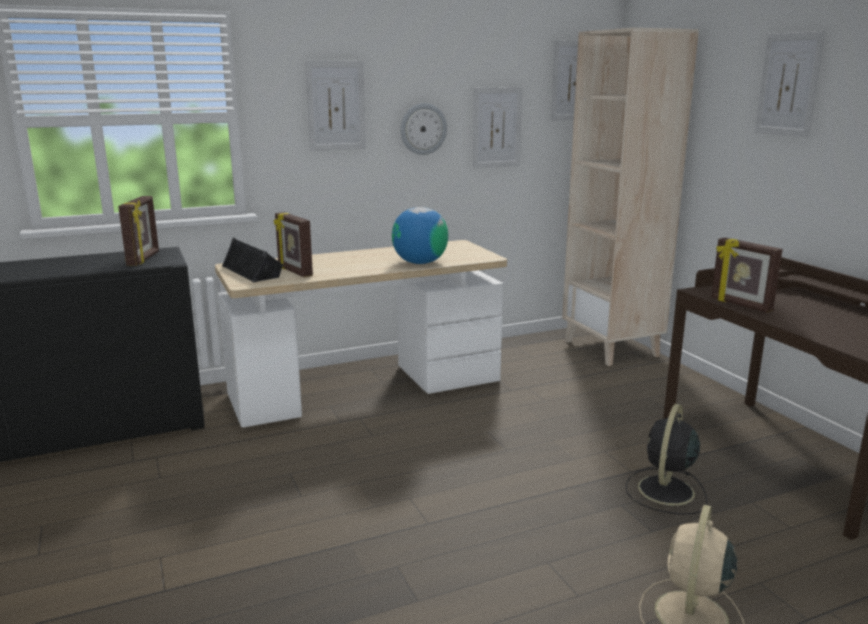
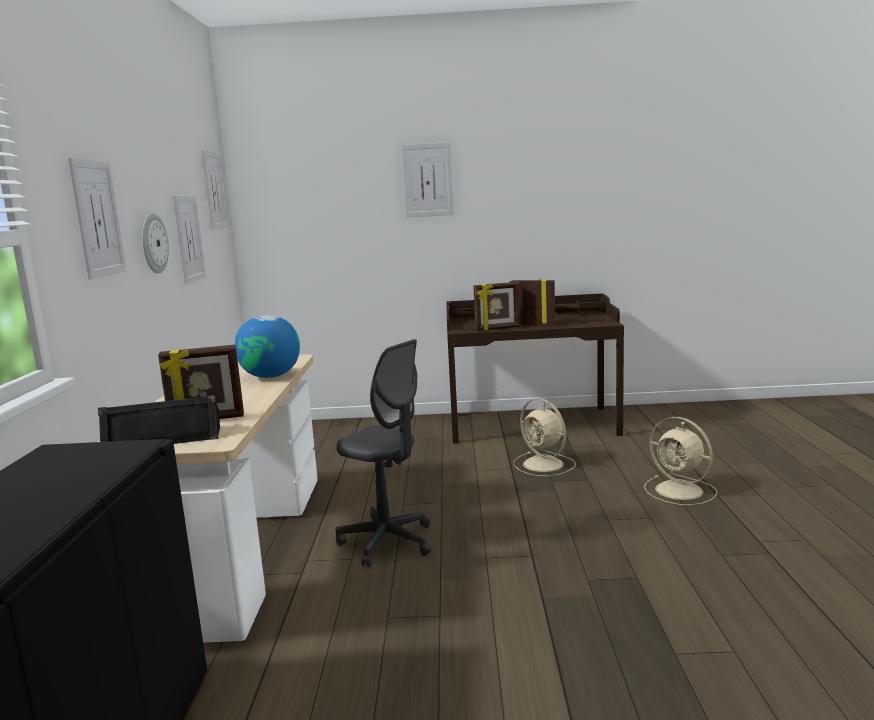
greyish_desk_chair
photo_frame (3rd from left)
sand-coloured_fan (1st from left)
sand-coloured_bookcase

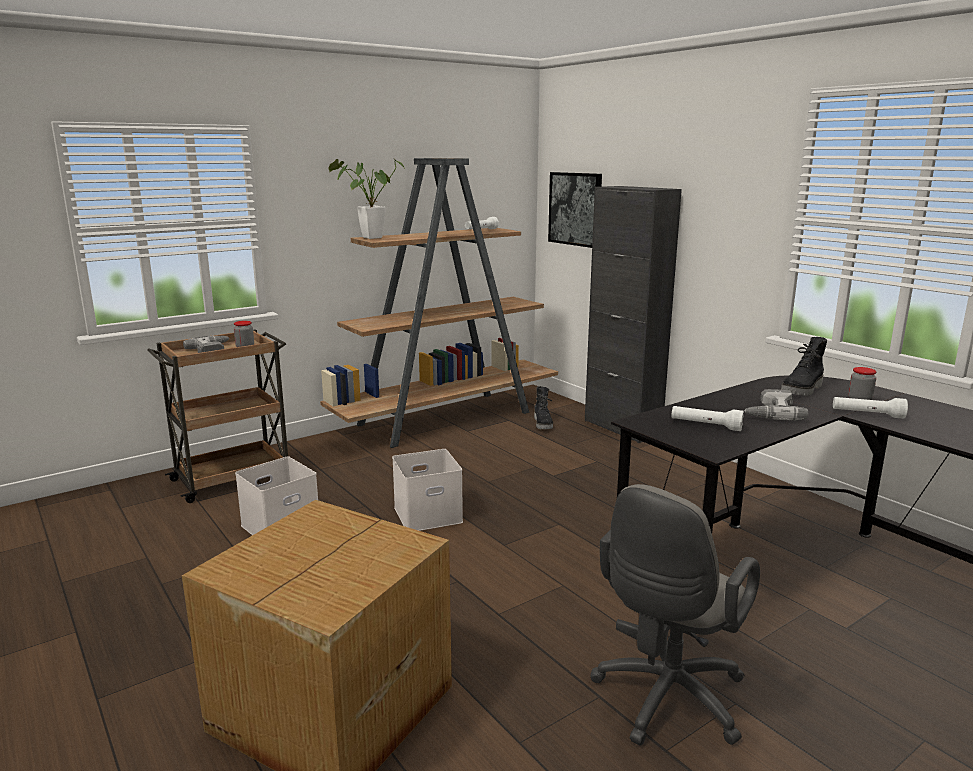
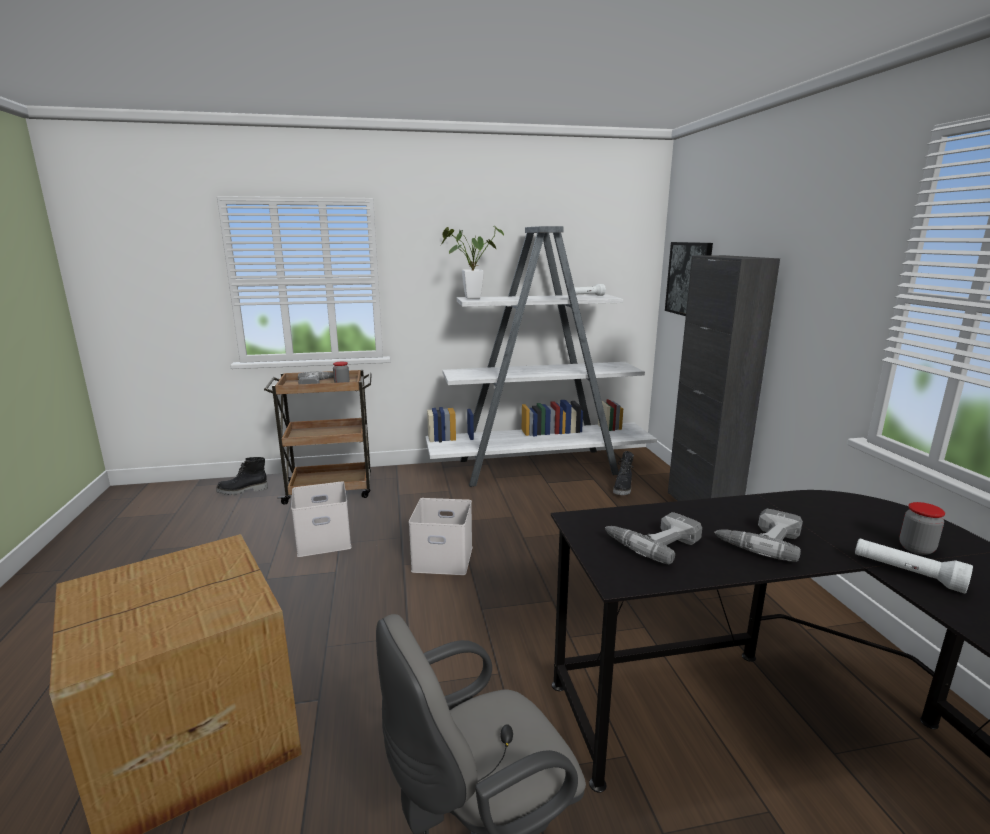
black_high-top_boot (1st from left)
white_bookcase
power_drill (2nd from left)

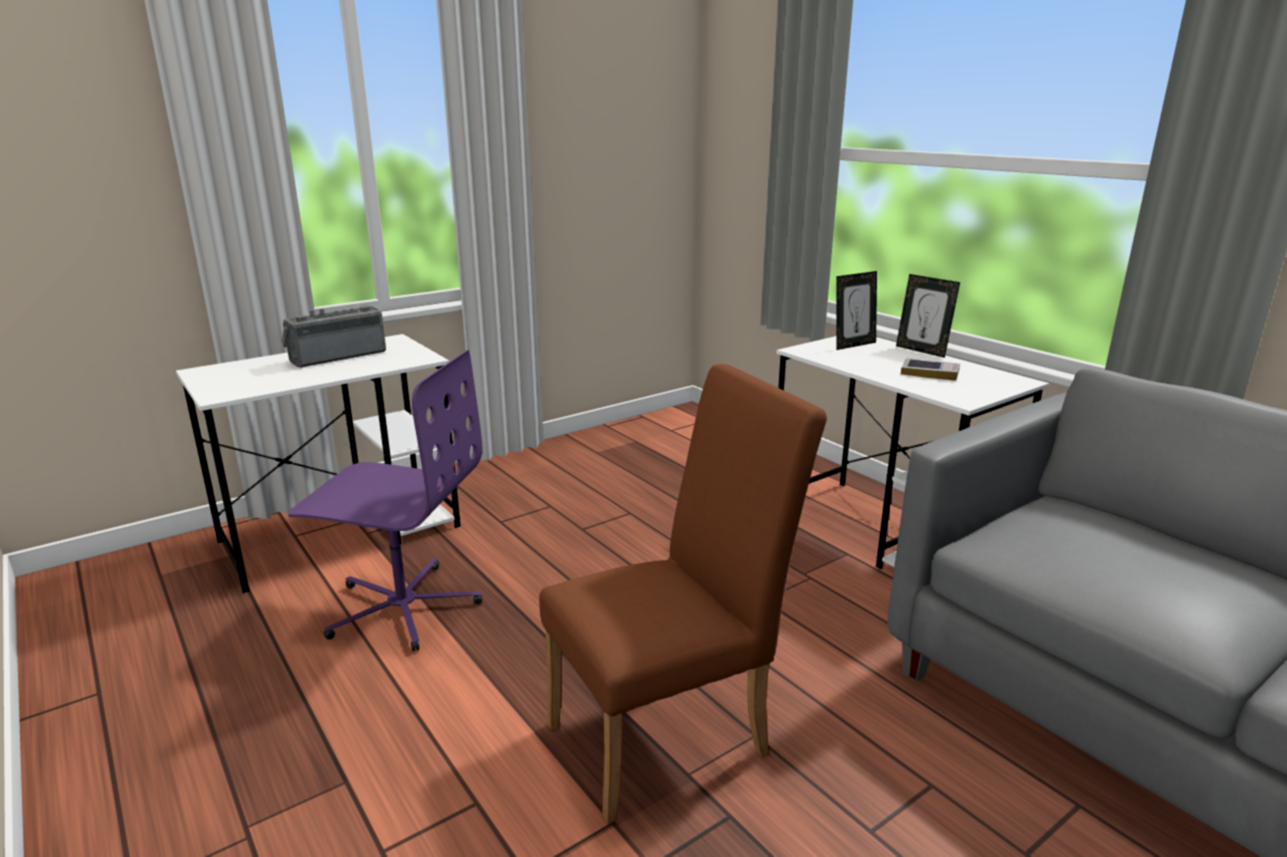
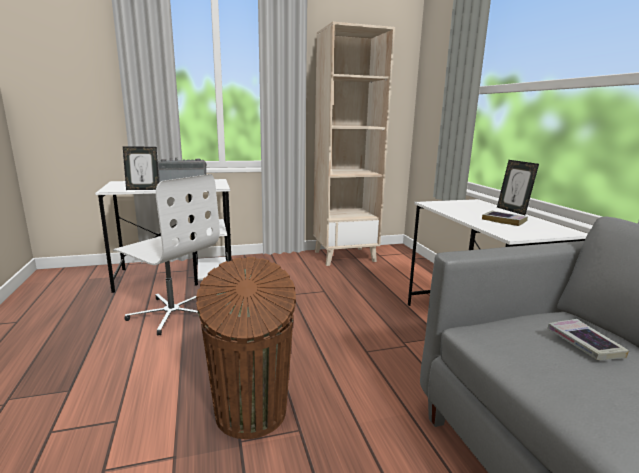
white_desk_chair
photo_frame (1st from left)
brown-coloured_rubbish_bin
sand-coloured_bookcase
book (2nd from left)

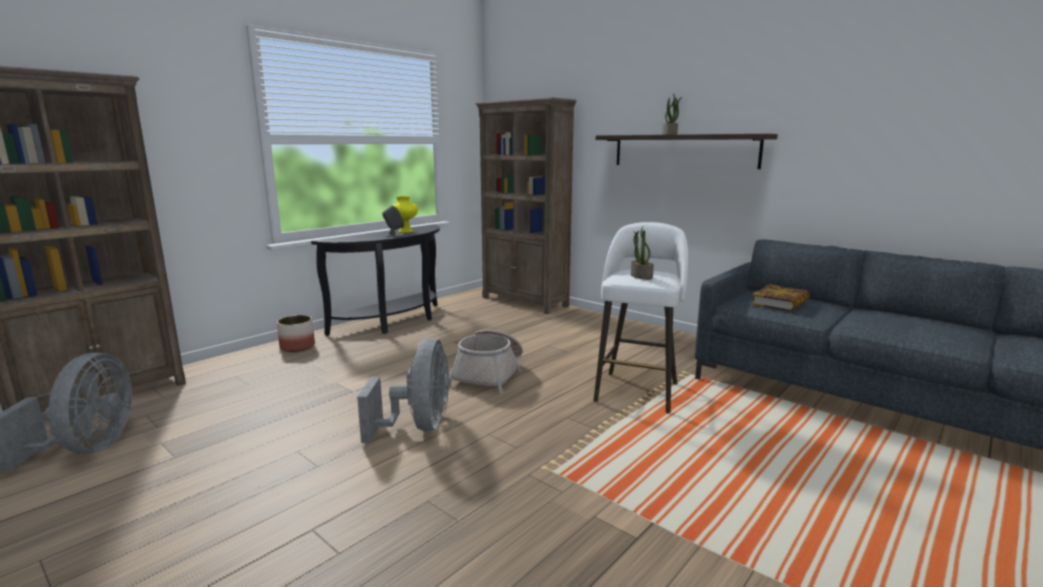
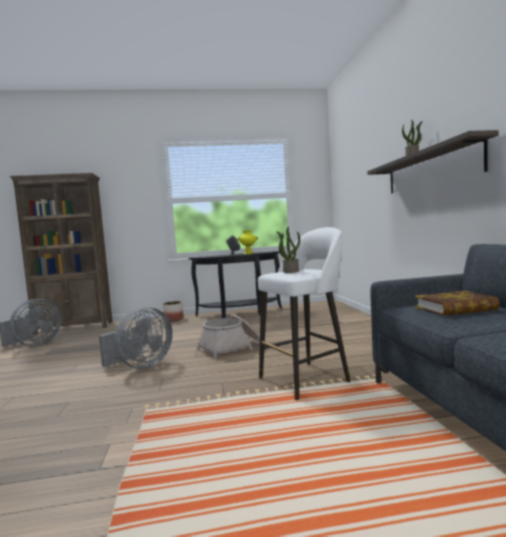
brown-coloured_bookcase (2nd from left in the first image)

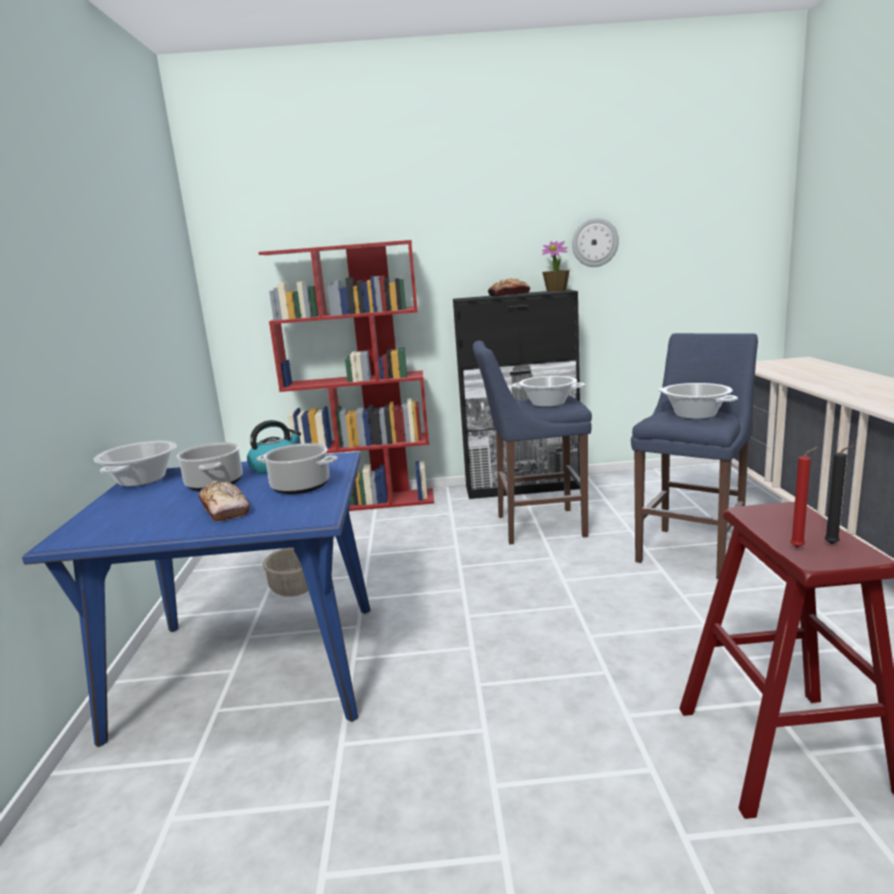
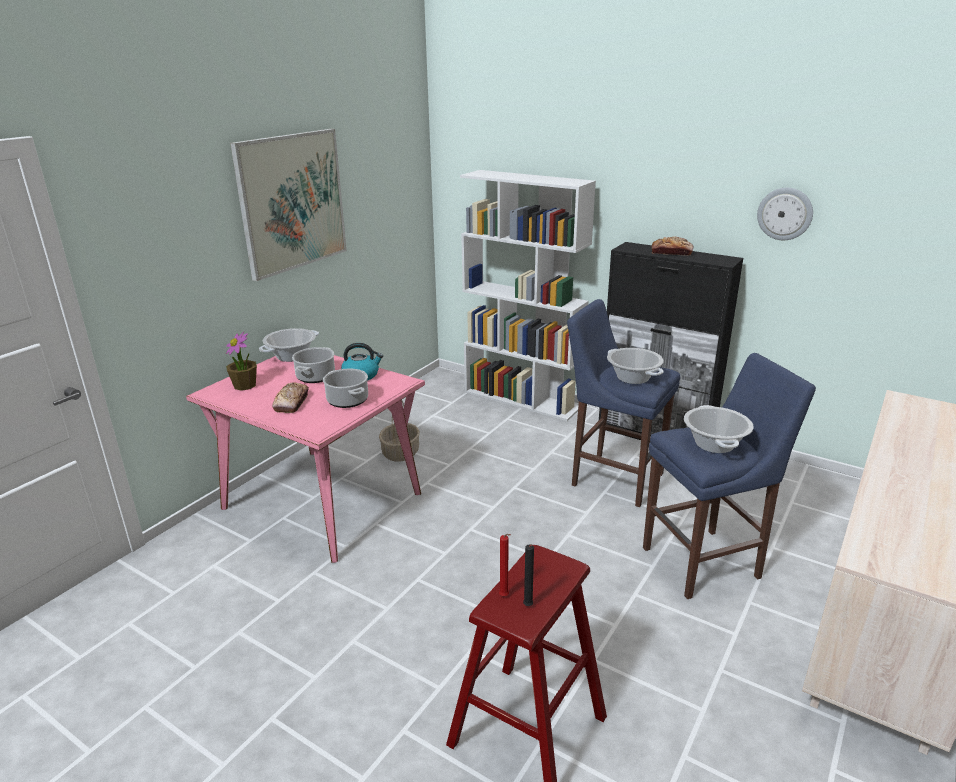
pink-coloured_kitchen_table
potted_plant
wall_picture
white_bookcase

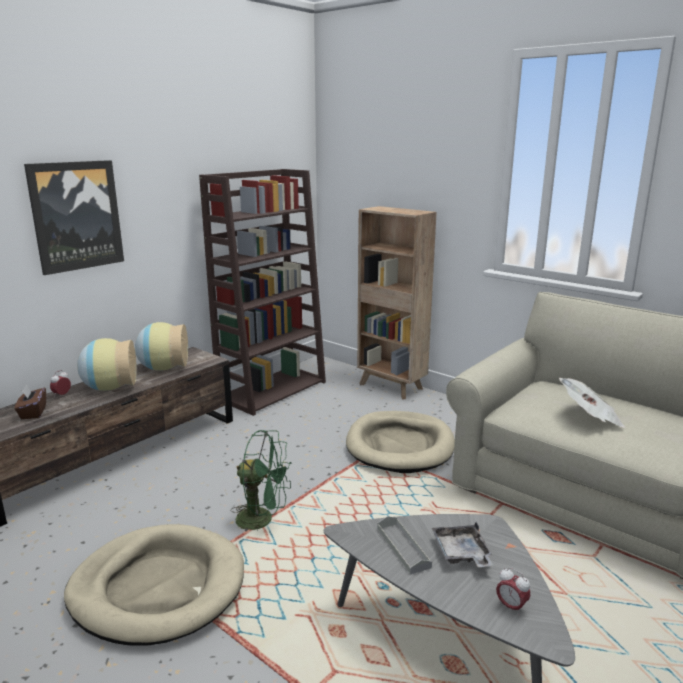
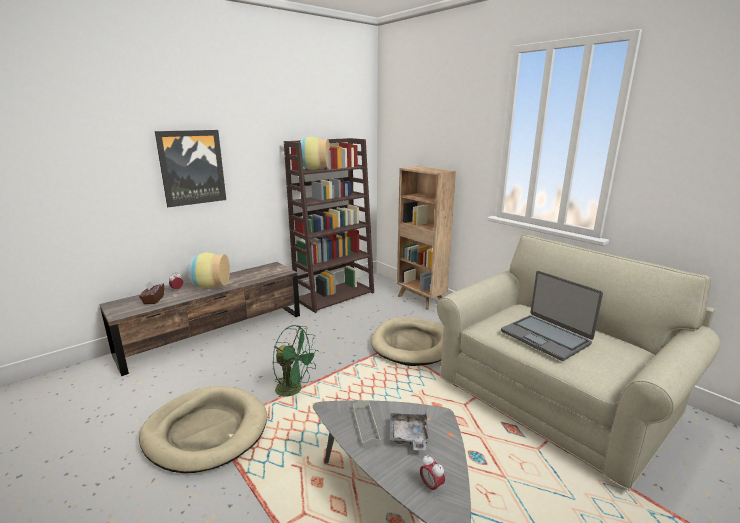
decorative_vase (2nd from left)
portable_computer

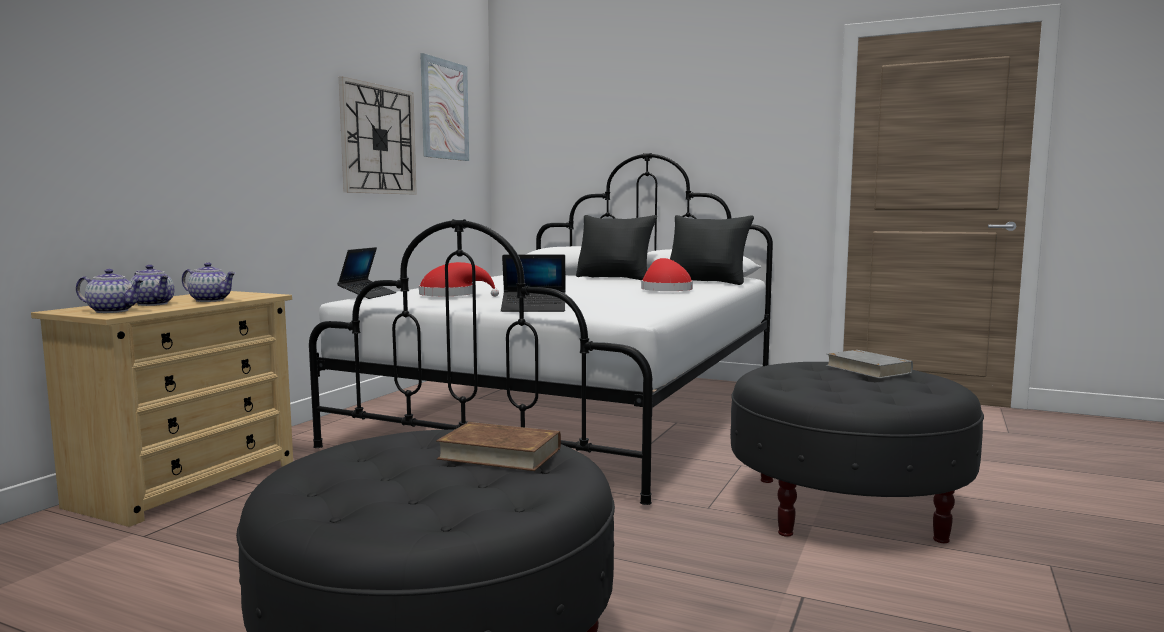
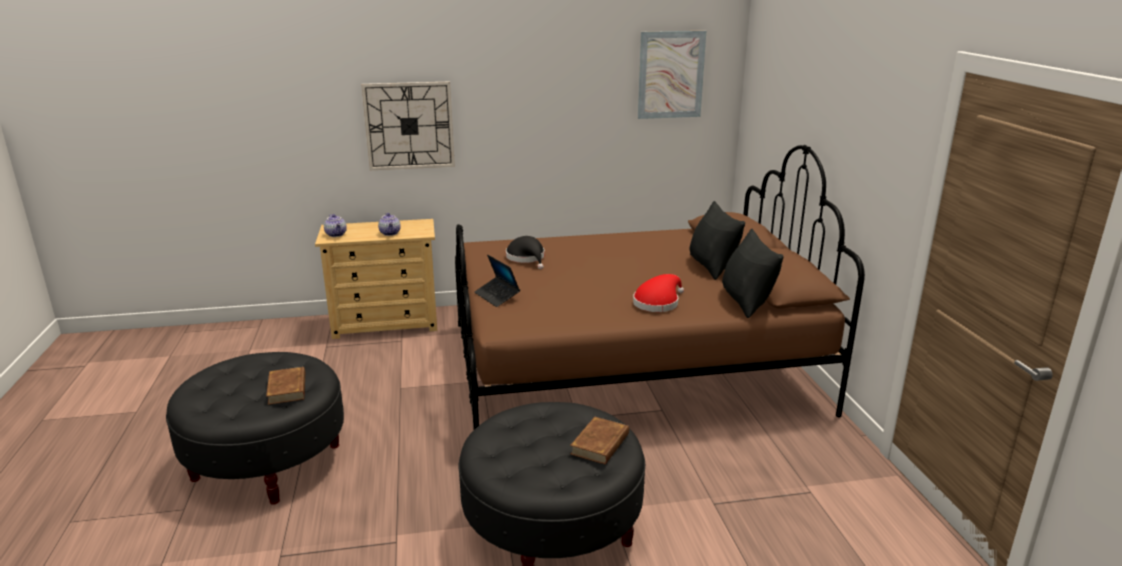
wall_clock
brown-coloured_bed
black_clothing_hat
brown-coloured_book (2nd from left)
pot_for_tea (2nd from left in the first image)
portable_computer (1st from left in the first image)

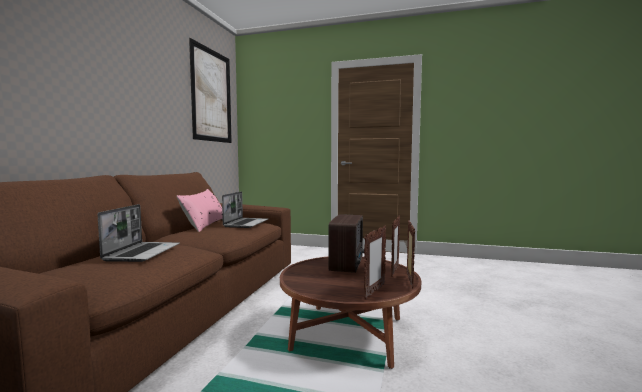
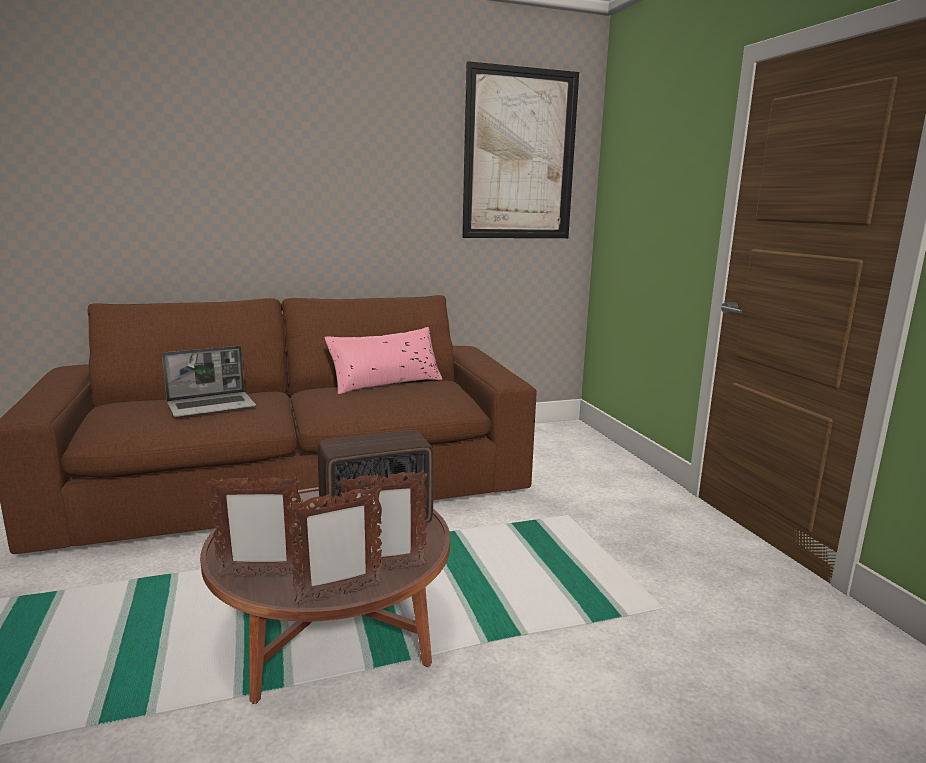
portable_computer (2nd from left in the first image)

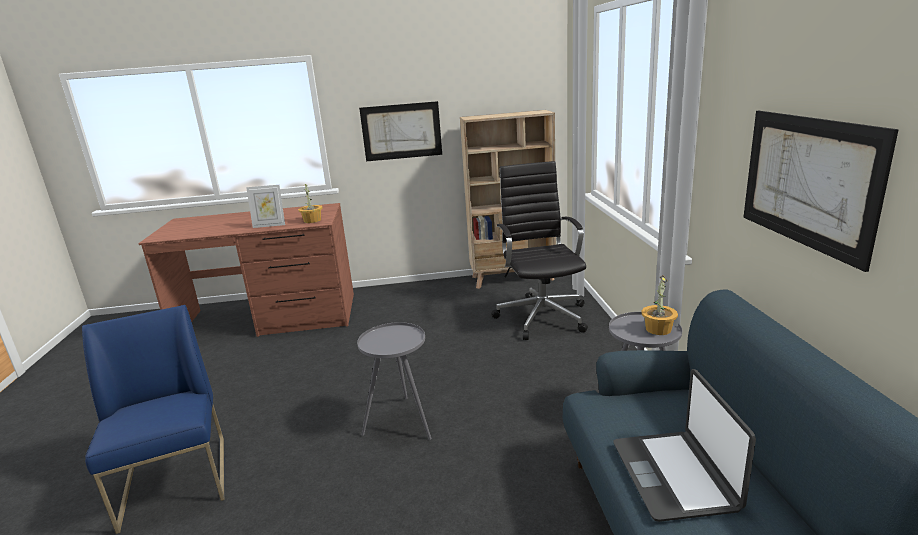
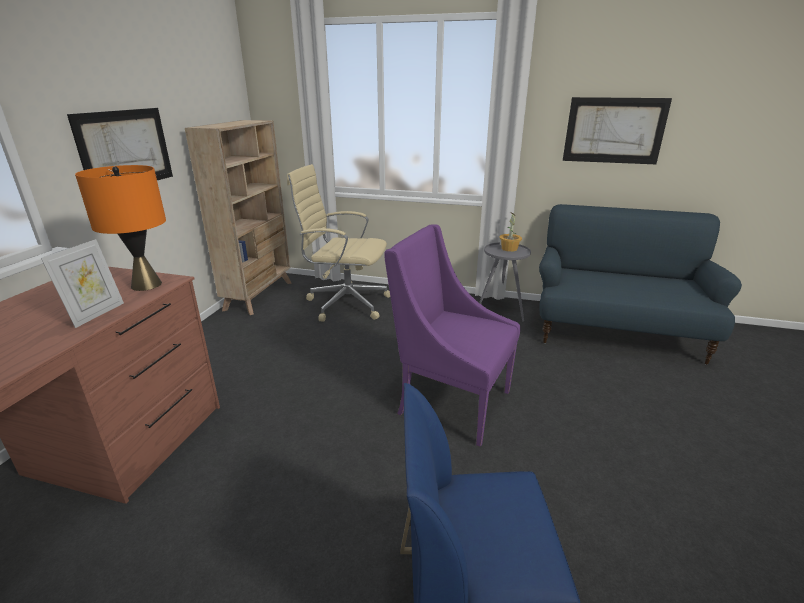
orange_tabletop_lamp
sand-coloured_desk_chair
purplish_easy_chair
portable_computer

